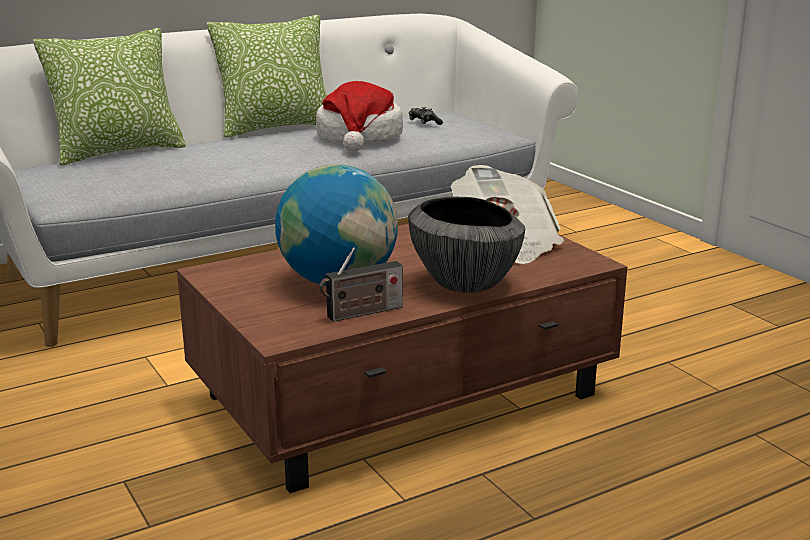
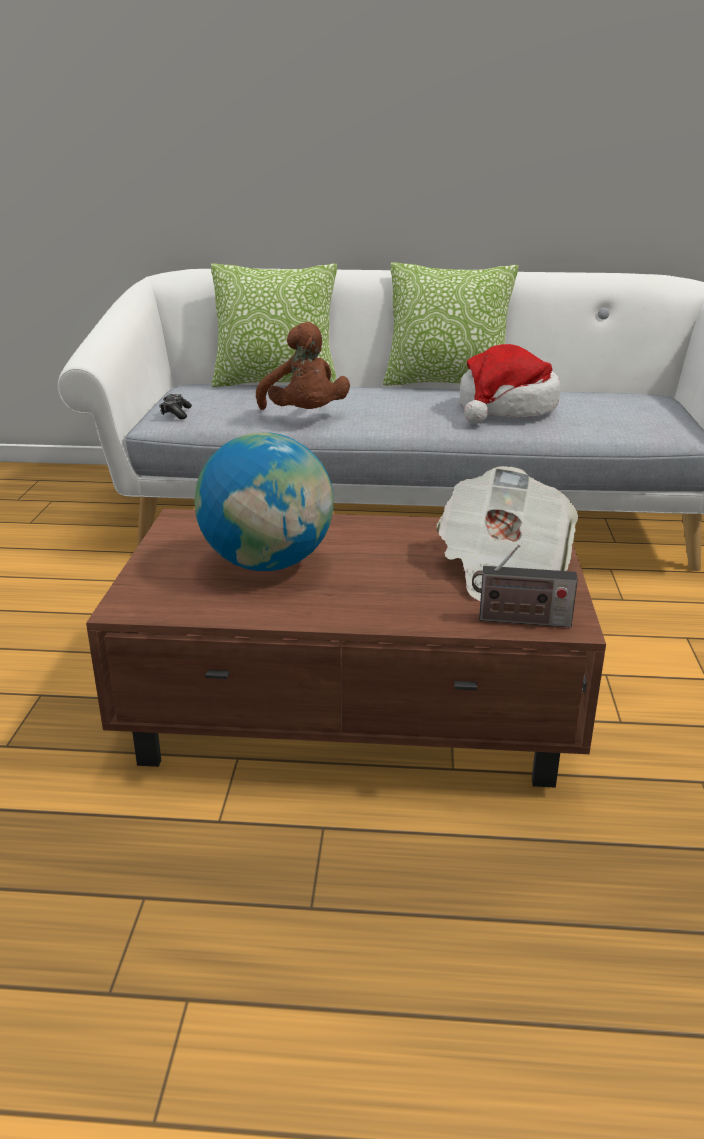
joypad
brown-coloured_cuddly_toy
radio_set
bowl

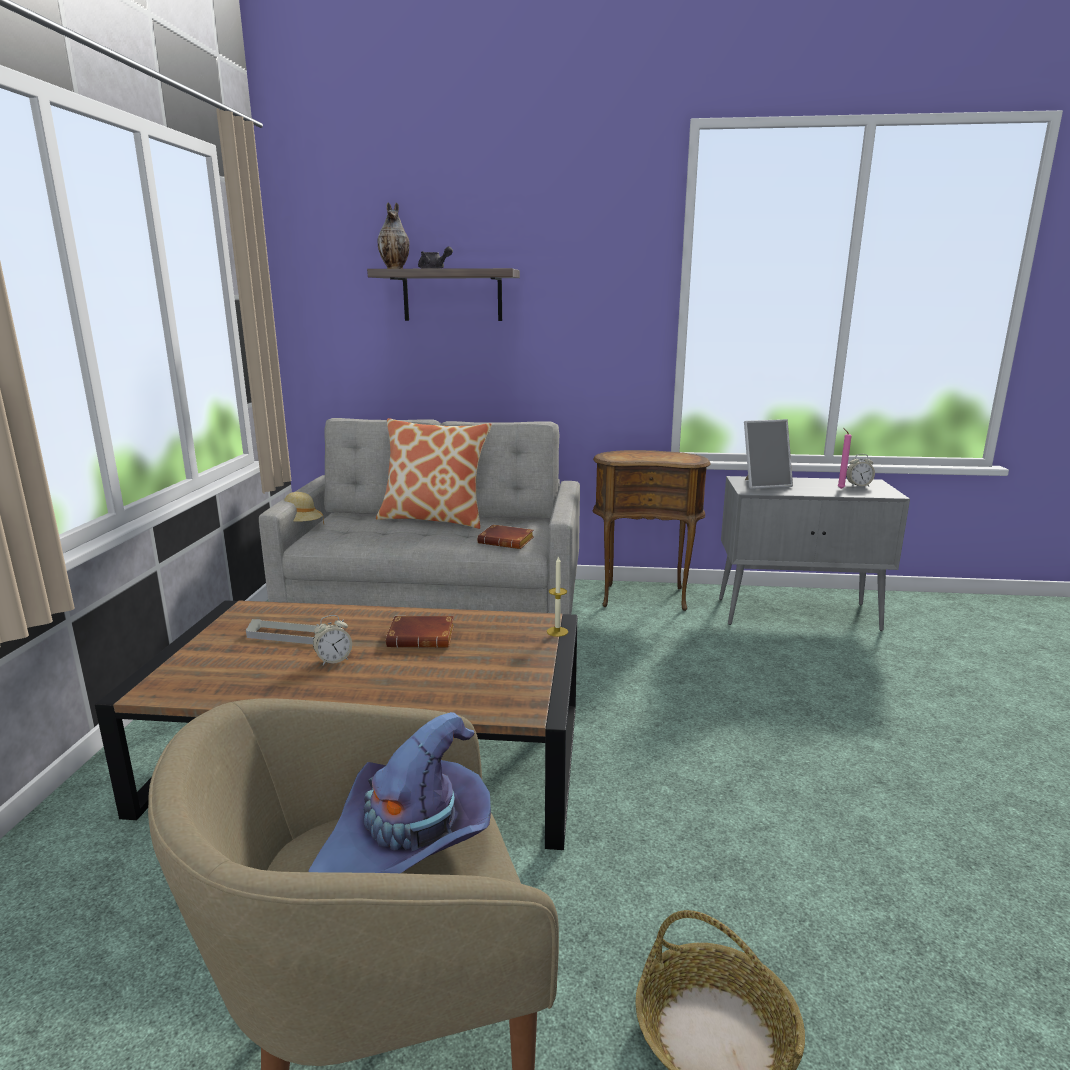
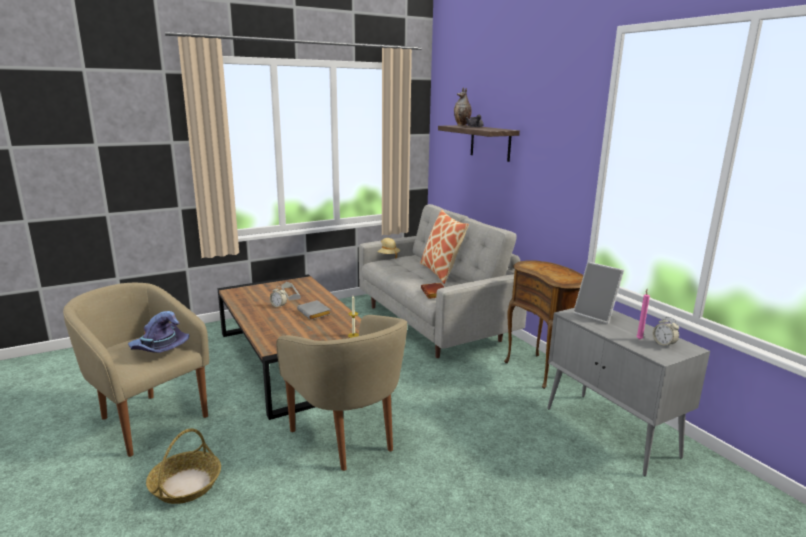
sand-coloured_easy_chair (2nd from left)
greyish_book

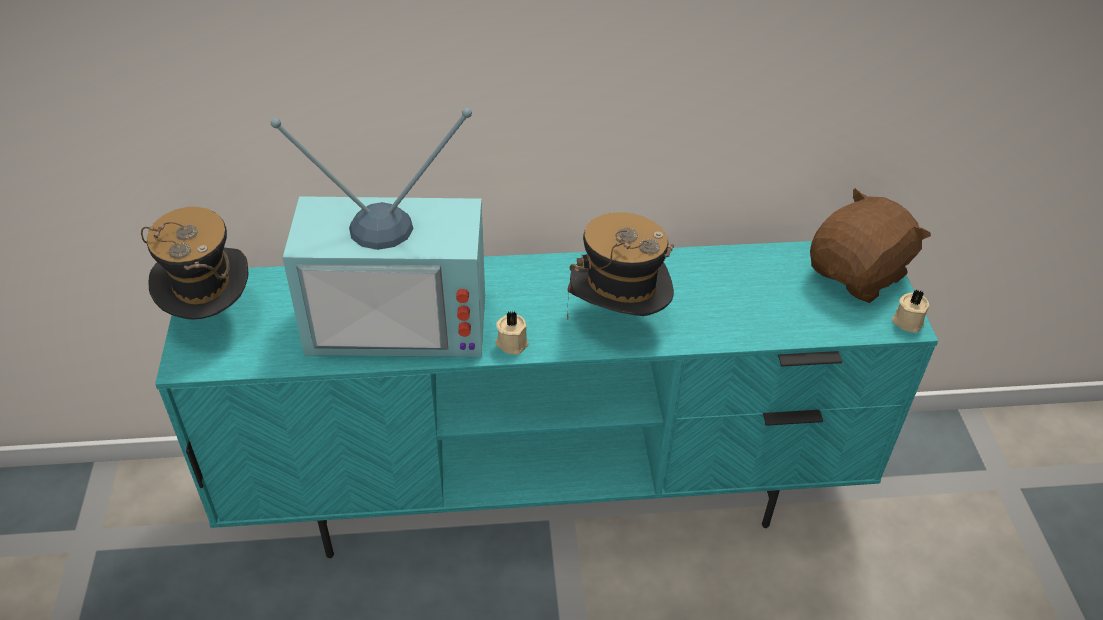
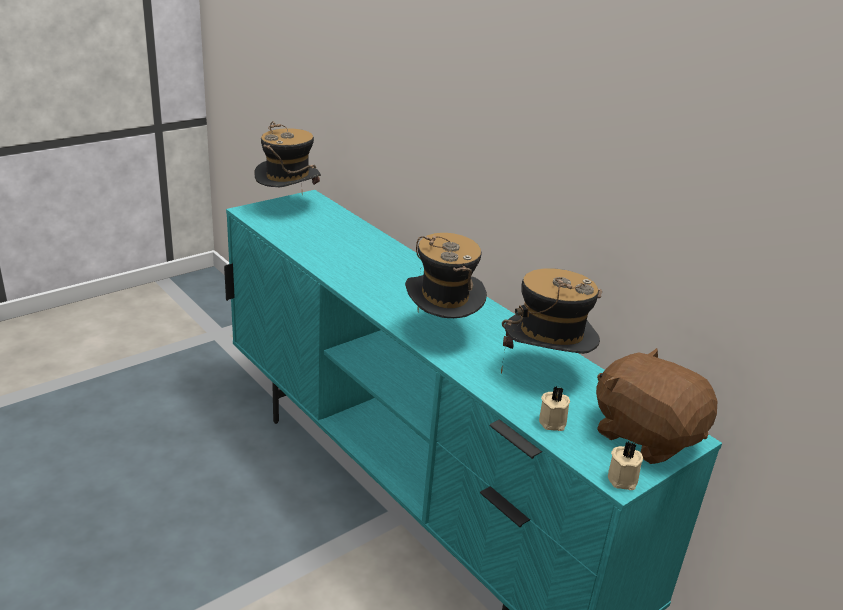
clothing_hat (3rd from left)
sand-coloured_wax_light (1st from left)
brown-coloured_cuddly_toy
TV_set

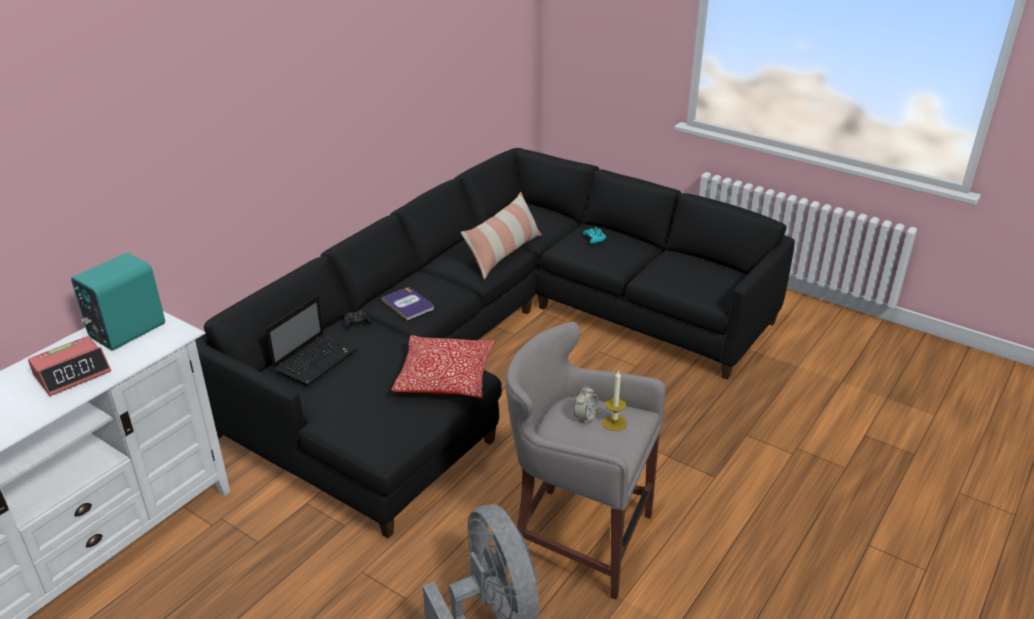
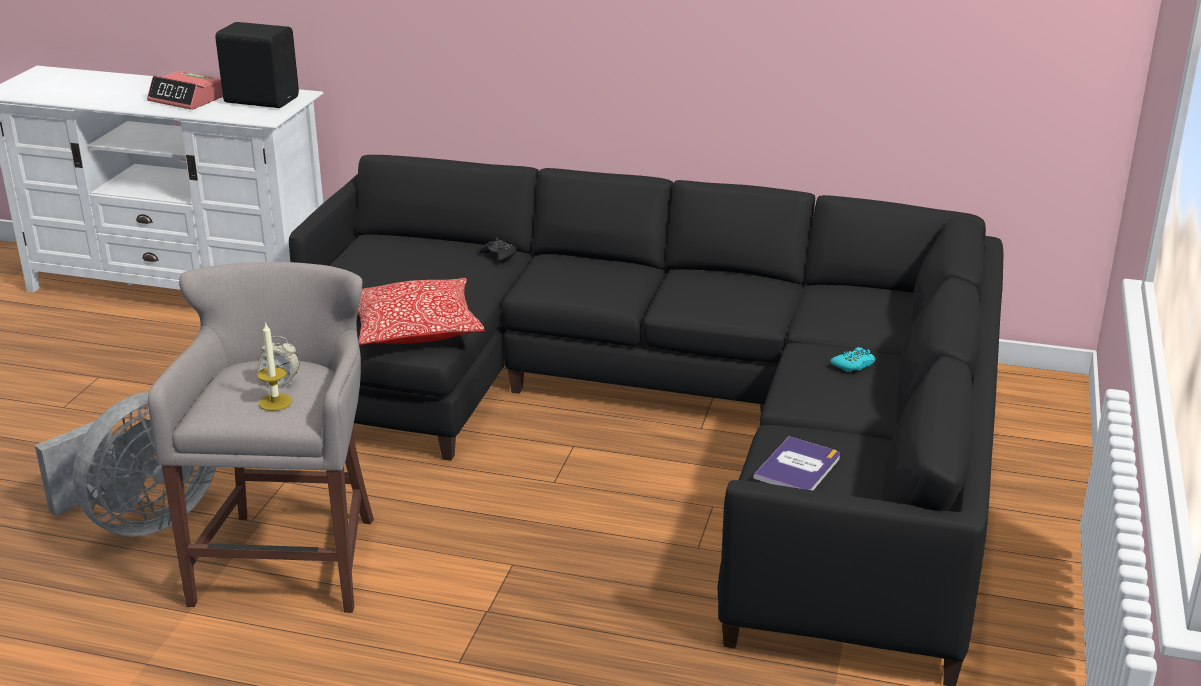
black_speaker
book
portable_computer
throw_pillow (2nd from left in the first image)

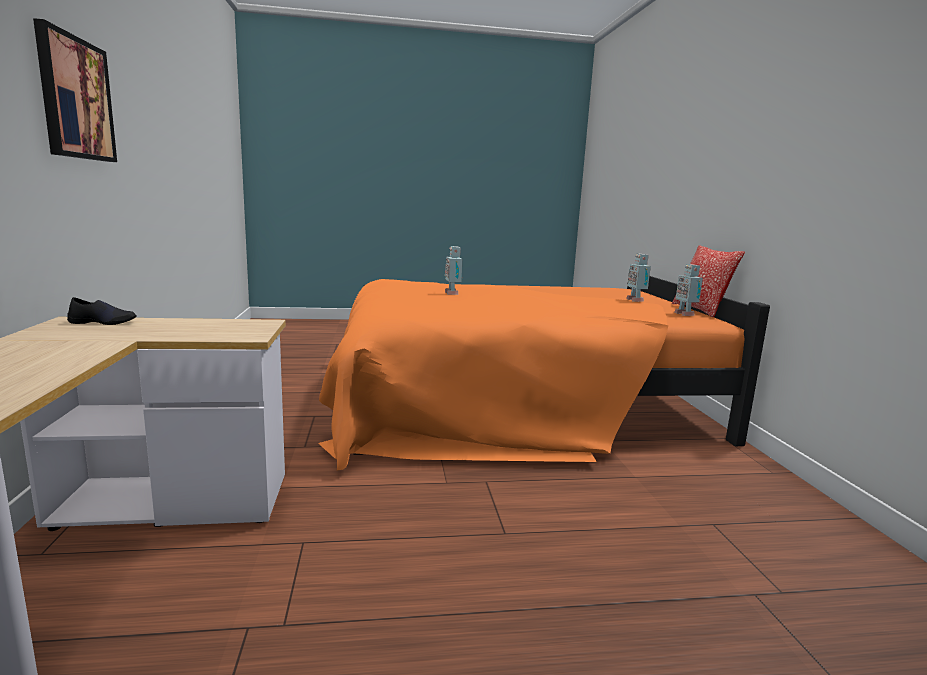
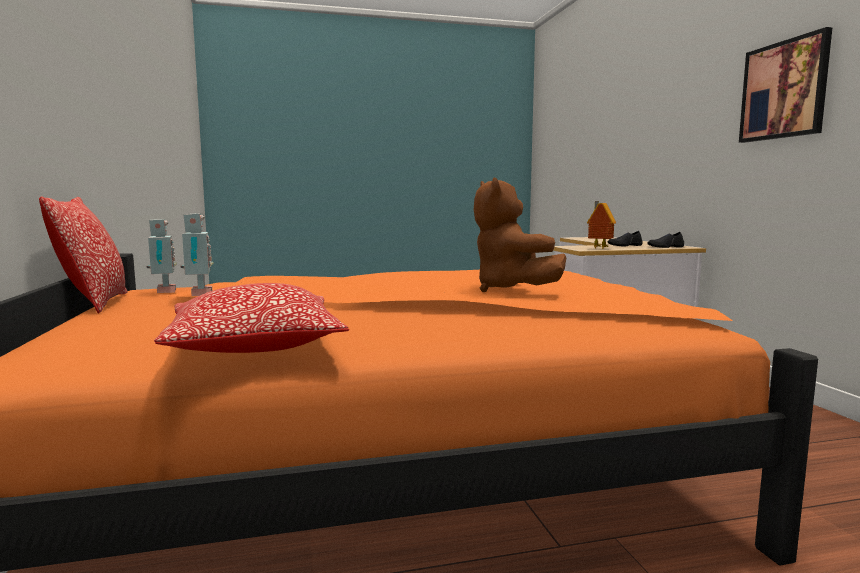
throw_pillow (2nd from left)
brown-coloured_cuddly_toy
model_house
black_item_of_footwear (1st from left)

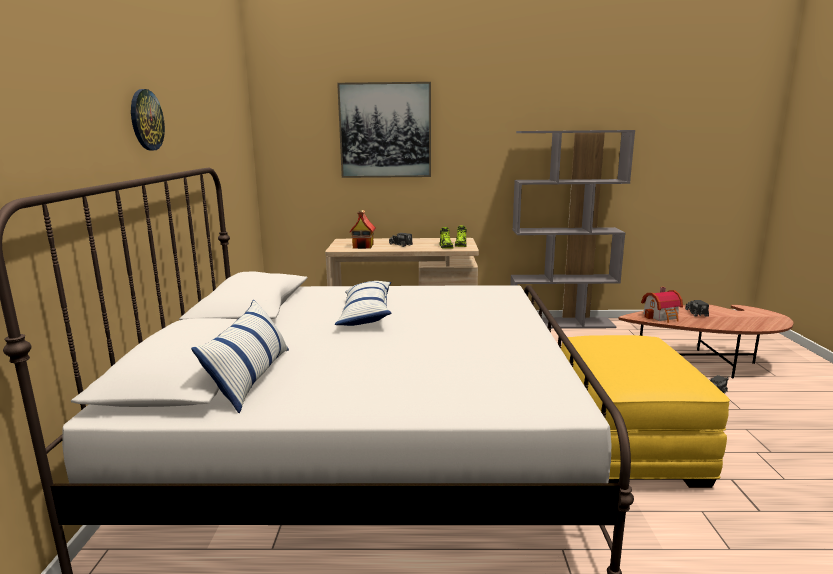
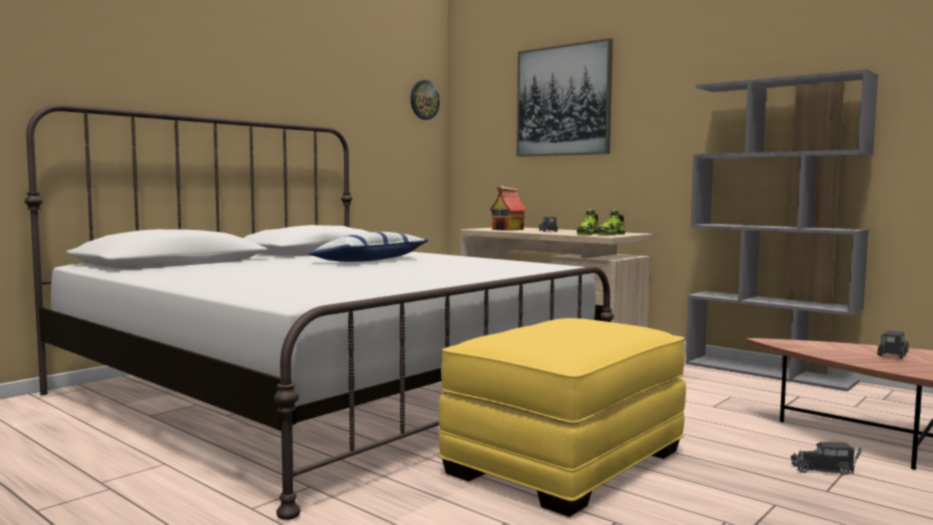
wall_clock
throw_pillow (1st from left in the first image)
model_house (2nd from left in the first image)

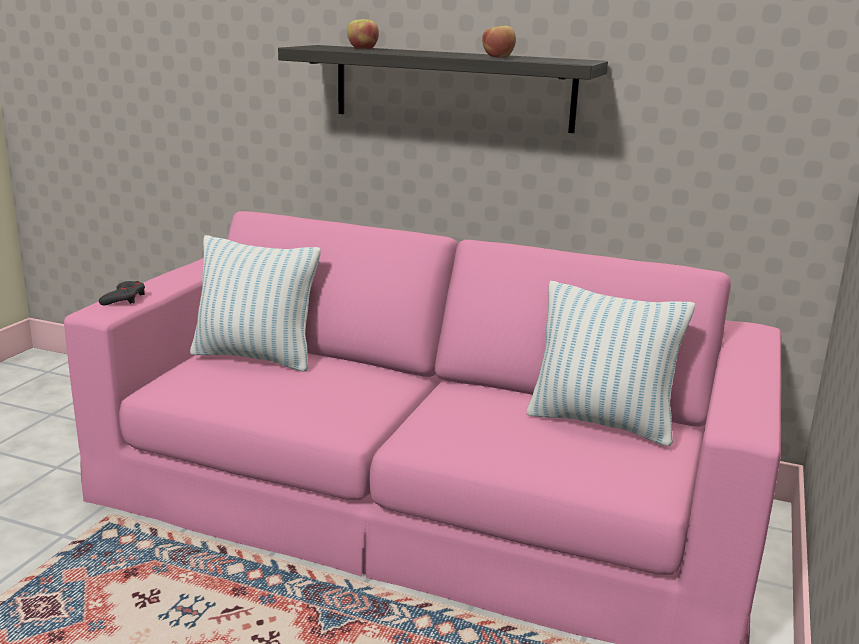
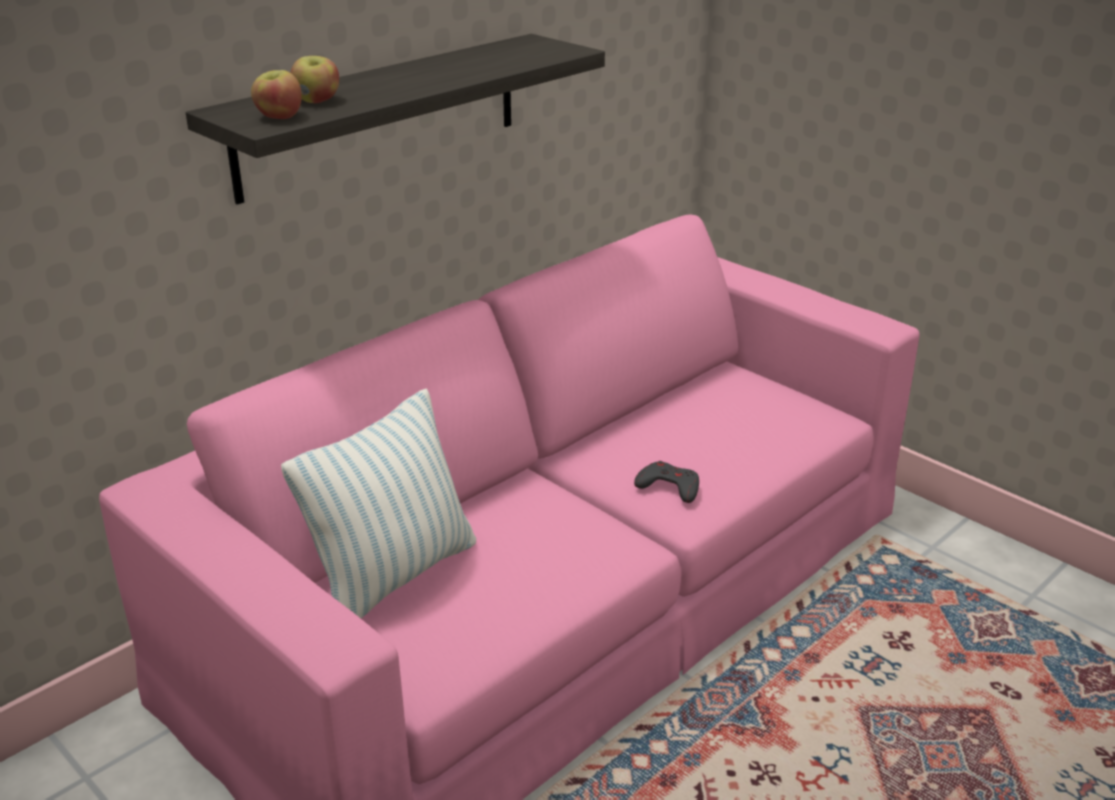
apple (1st from left)
greyish_joypad
throw_pillow (2nd from left in the first image)

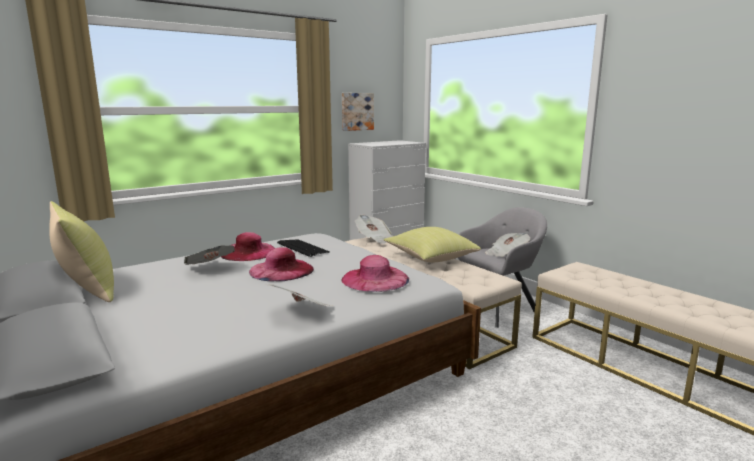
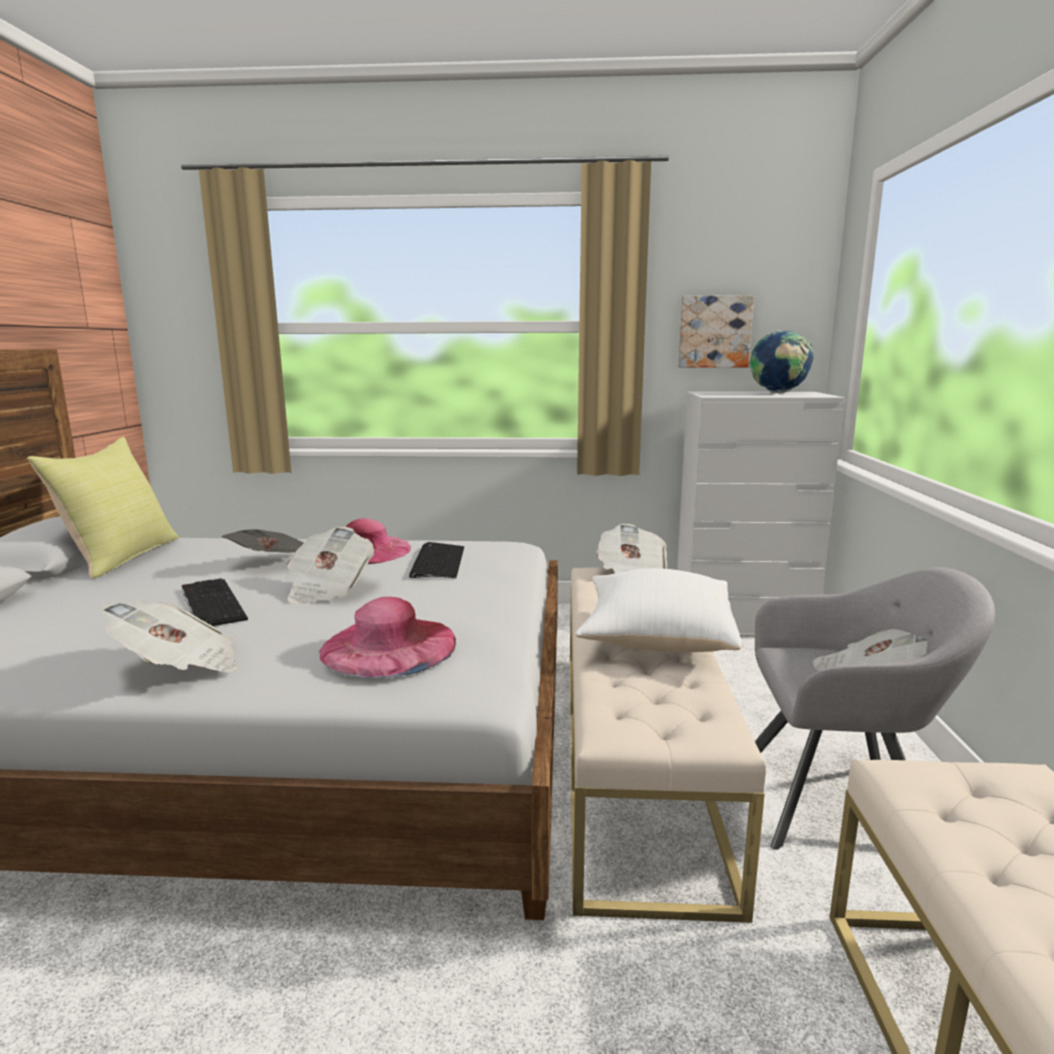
computer_keyboard (1st from left)
printed_paper (3rd from left)
white_throw_pillow
desk_globe

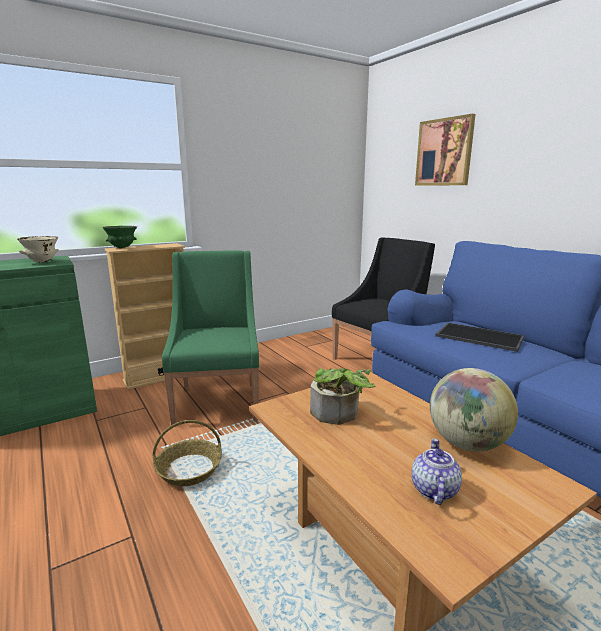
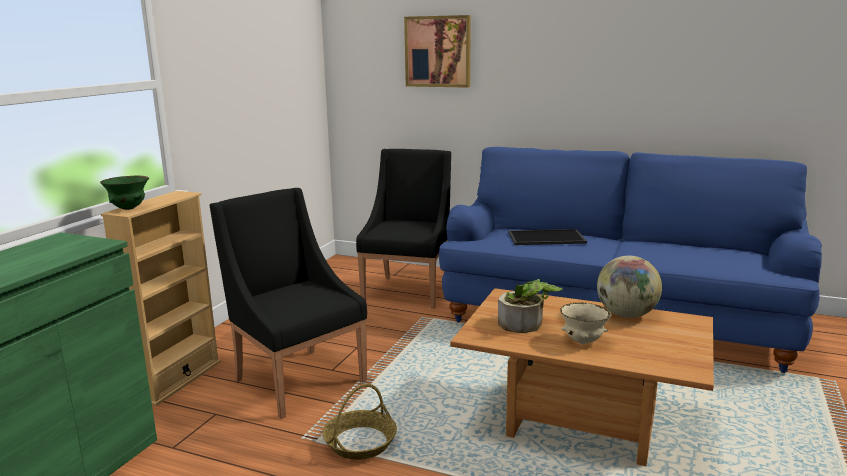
black_easy_chair (1st from left)
sand-coloured_bowl
pot_for_tea

